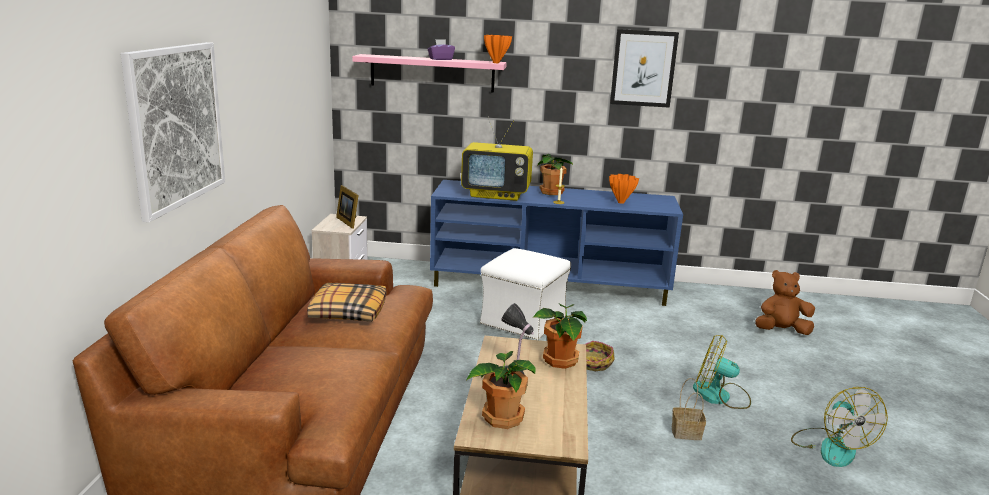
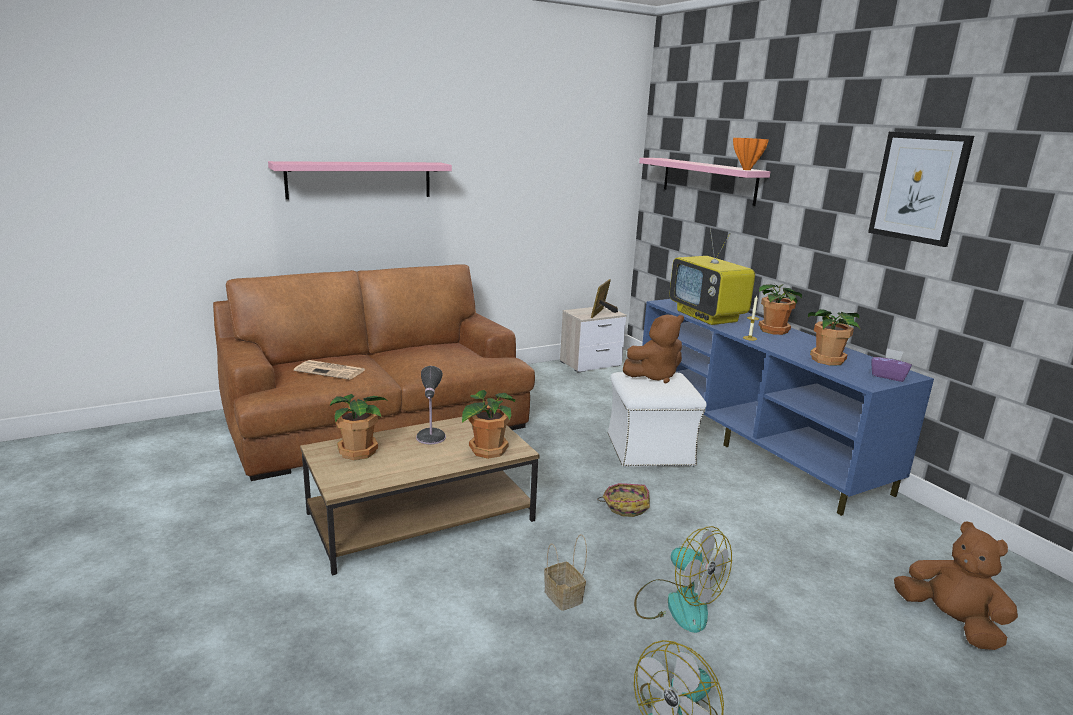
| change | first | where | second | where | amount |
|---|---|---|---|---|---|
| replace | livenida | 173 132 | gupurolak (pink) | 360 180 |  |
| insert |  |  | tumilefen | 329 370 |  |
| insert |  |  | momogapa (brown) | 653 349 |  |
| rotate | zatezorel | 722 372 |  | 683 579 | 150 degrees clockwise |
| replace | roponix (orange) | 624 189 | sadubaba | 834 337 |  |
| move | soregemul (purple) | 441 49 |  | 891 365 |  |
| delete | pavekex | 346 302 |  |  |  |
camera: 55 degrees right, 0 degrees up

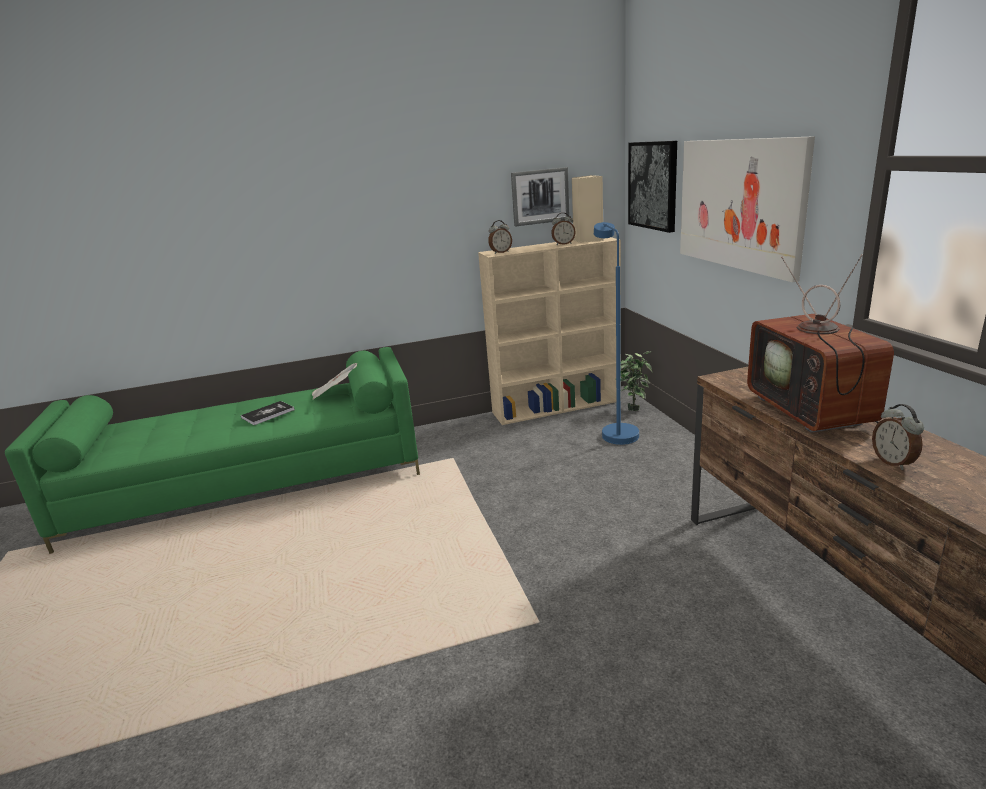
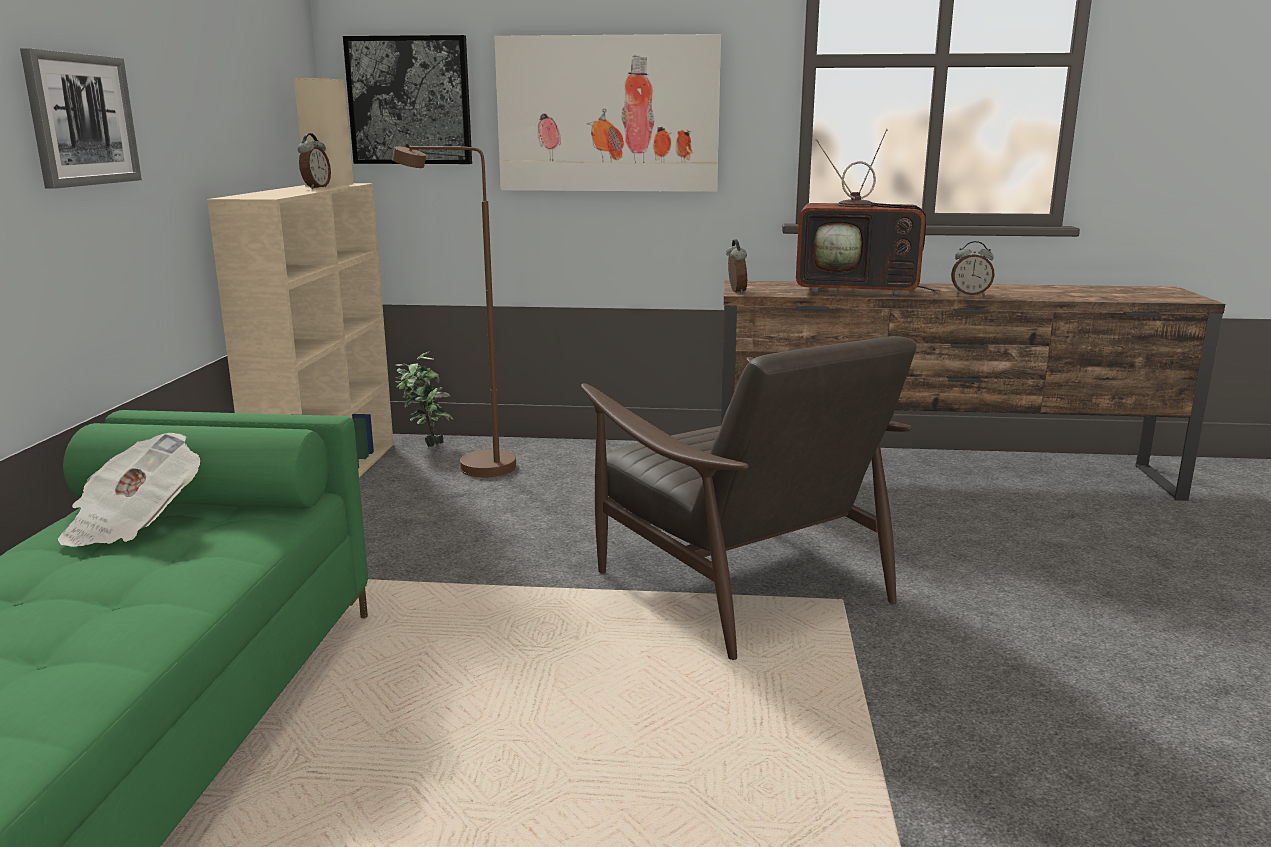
| change | first | where | second | where | amount |
|---|---|---|---|---|---|
| move | livenida | 540 196 |  | 81 118 |  |
| recolor | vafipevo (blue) | 616 333 | vafipevo (brown) | 454 311 |  |
| insert |  |  | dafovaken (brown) | 749 498 |  |
| move | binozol | 500 237 |  | 736 266 |  |
| delete | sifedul | 268 413 |  |  |  |
camera: 70 degrees left, 5 degrees down

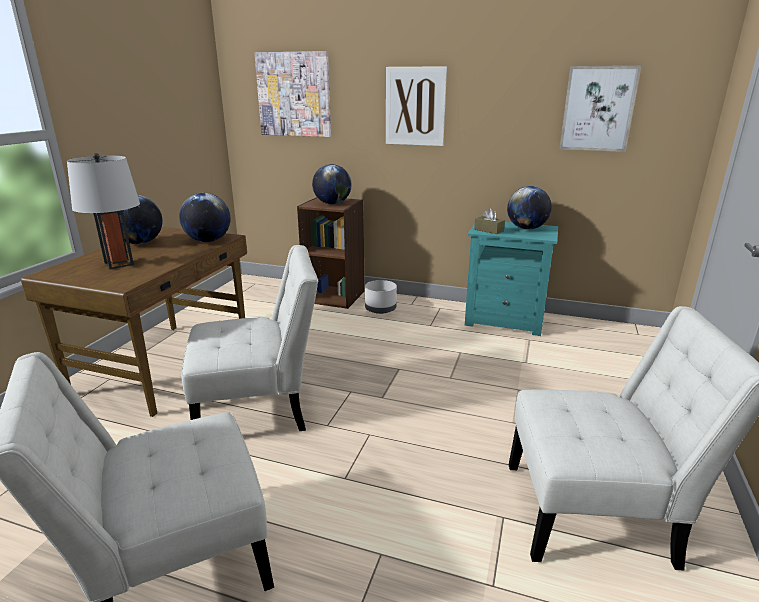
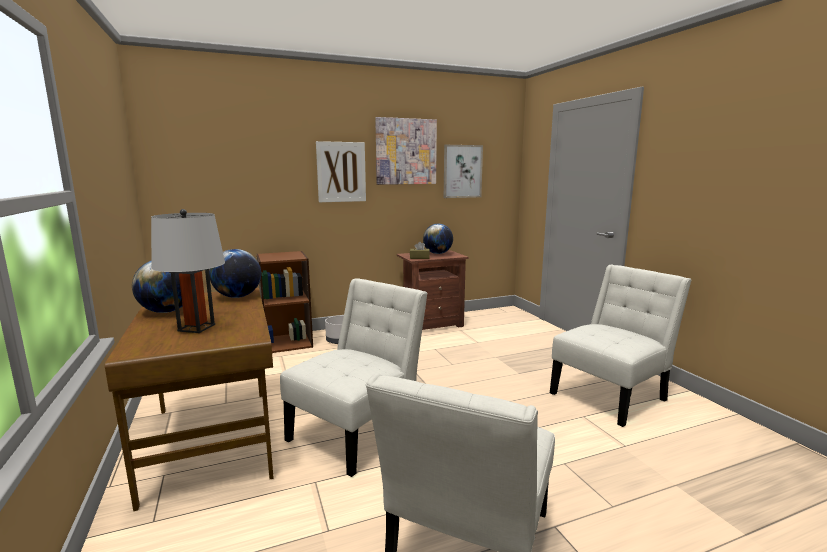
| change | first | where | second | where | amount |
|---|---|---|---|---|---|
| move | livenida | 292 94 |  | 406 151 |  |
| recolor | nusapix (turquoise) | 511 279 | nusapix (brown) | 433 290 |  |
| delete | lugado | 332 184 |  |  |  |
camera: 40 degrees left, 10 degrees down

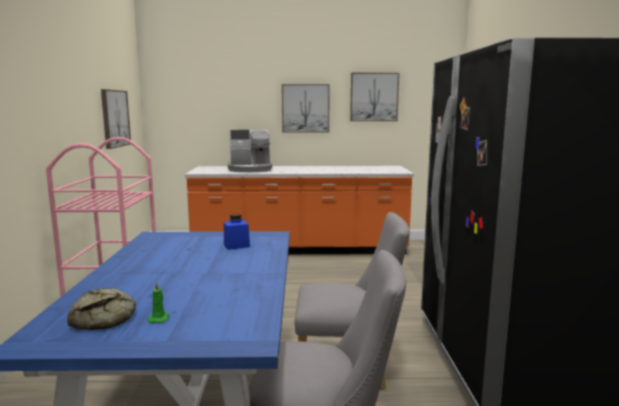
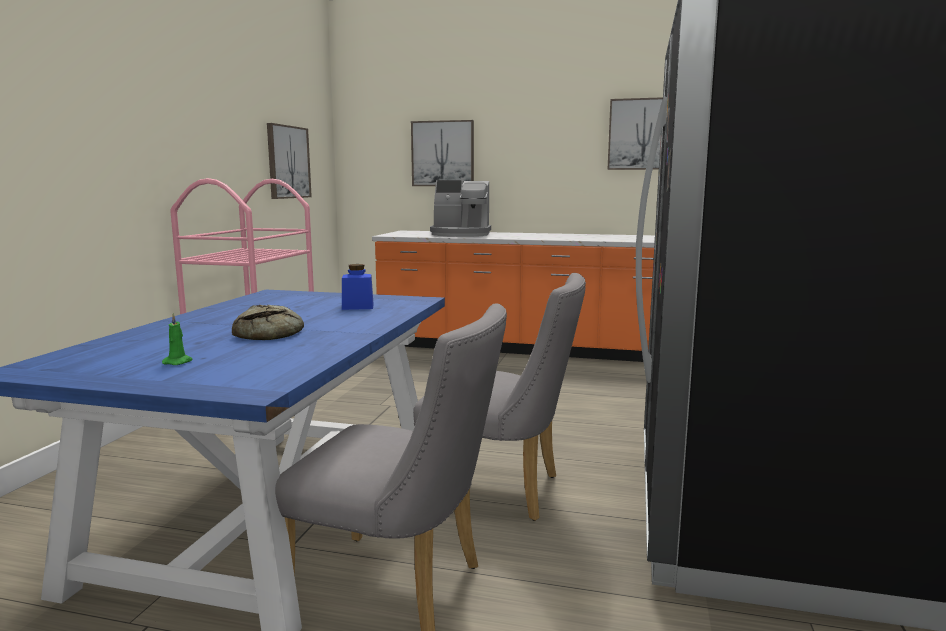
| change | first | where | second | where | amount |
|---|---|---|---|---|---|
| move | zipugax | 101 309 |  | 268 322 |  |
| move | livenida | 306 108 |  | 442 153 |  |
camera: 15 degrees right, 0 degrees up

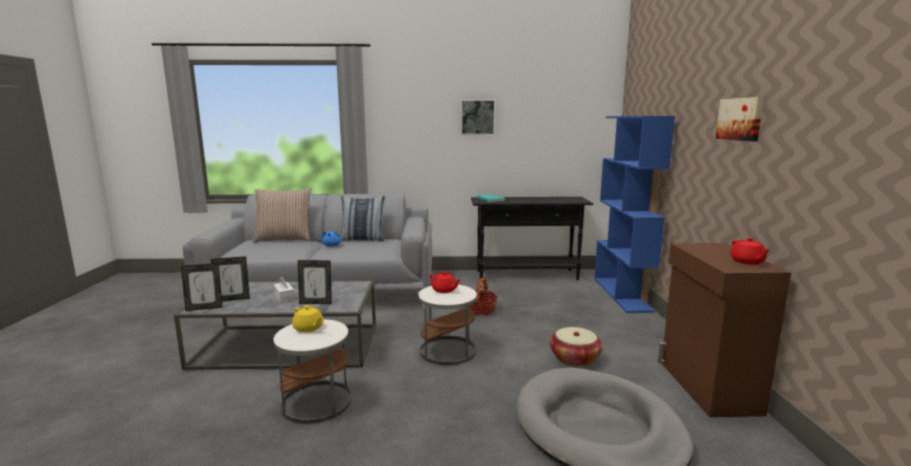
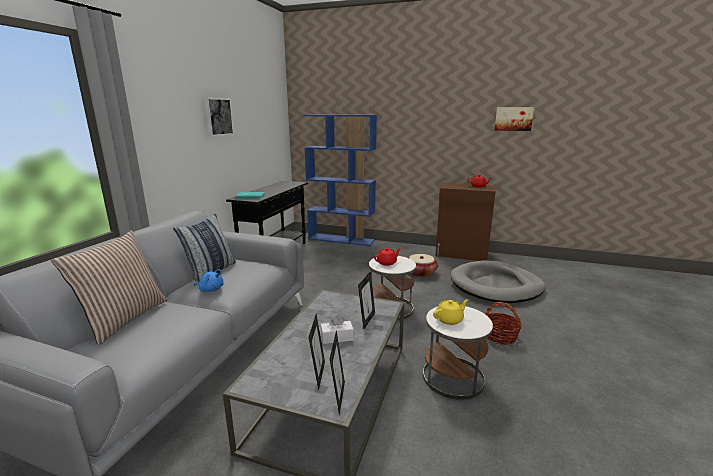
| change | first | where | second | where | amount |
|---|---|---|---|---|---|
| move | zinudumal | 483 296 |  | 503 323 |  |
| move | livenida | 739 119 |  | 514 119 |  |
camera: 70 degrees left, 5 degrees up

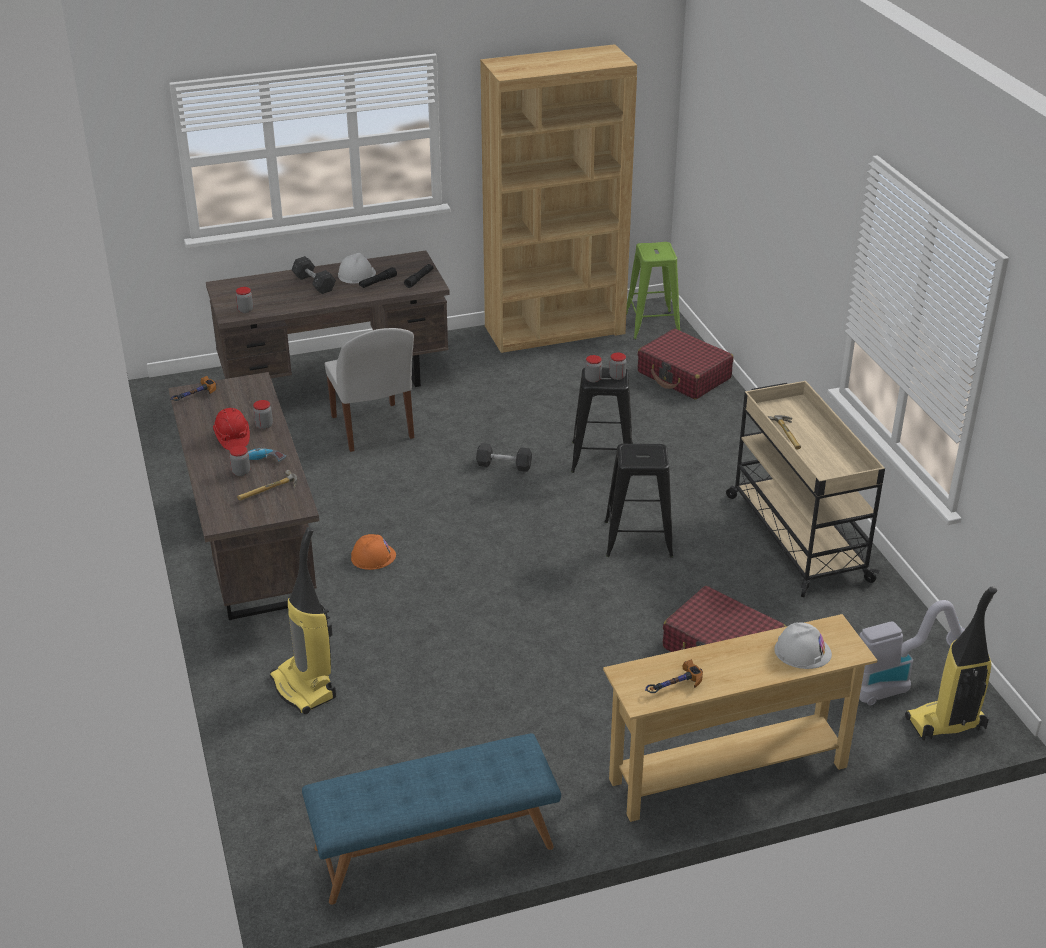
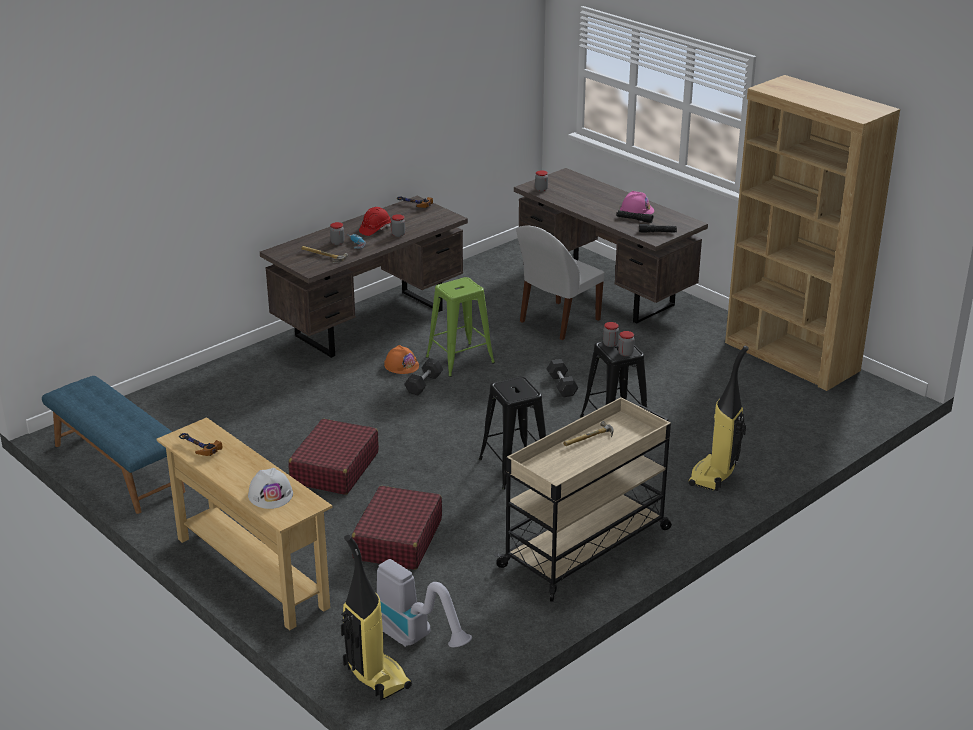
| change | first | where | second | where | amount |
|---|---|---|---|---|---|
| move | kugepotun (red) | 685 364 |  | 333 457 |  |
| move | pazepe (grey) | 313 275 |  | 423 376 |  |
| move | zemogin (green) | 653 291 |  | 460 327 |  |
| recolor | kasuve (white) | 357 268 | kasuve (pink) | 637 202 |  |
| move | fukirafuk | 303 620 |  | 718 418 |  |
camera: 65 degrees right, 5 degrees down

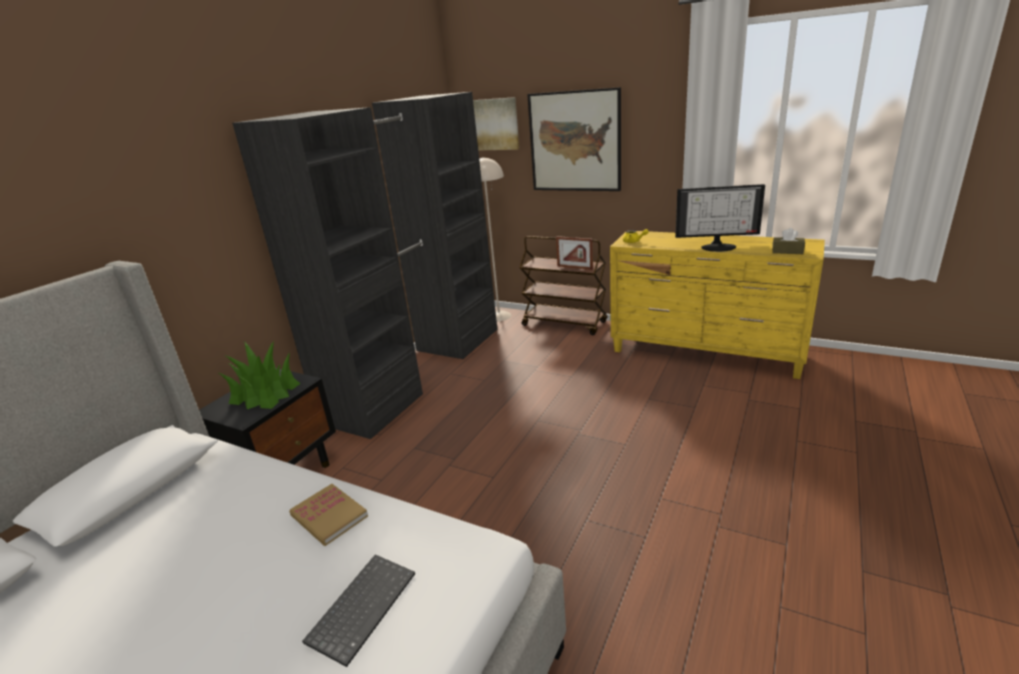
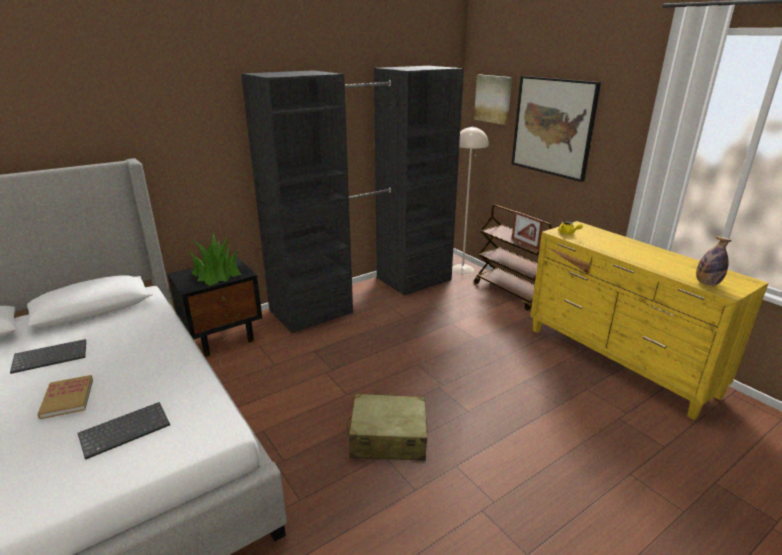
| change | first | where | second | where | amount |
|---|---|---|---|---|---|
| insert |  |  | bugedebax | 48 356 |  |
| move | sifedul | 328 515 |  | 65 397 |  |
| insert |  |  | kugepotun (beige) | 387 427 |  |
| replace | soregemul (brown) | 788 241 | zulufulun | 714 261 |  |
| delete | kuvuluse | 720 218 |  |  |  |
camera: 25 degrees right, 0 degrees up

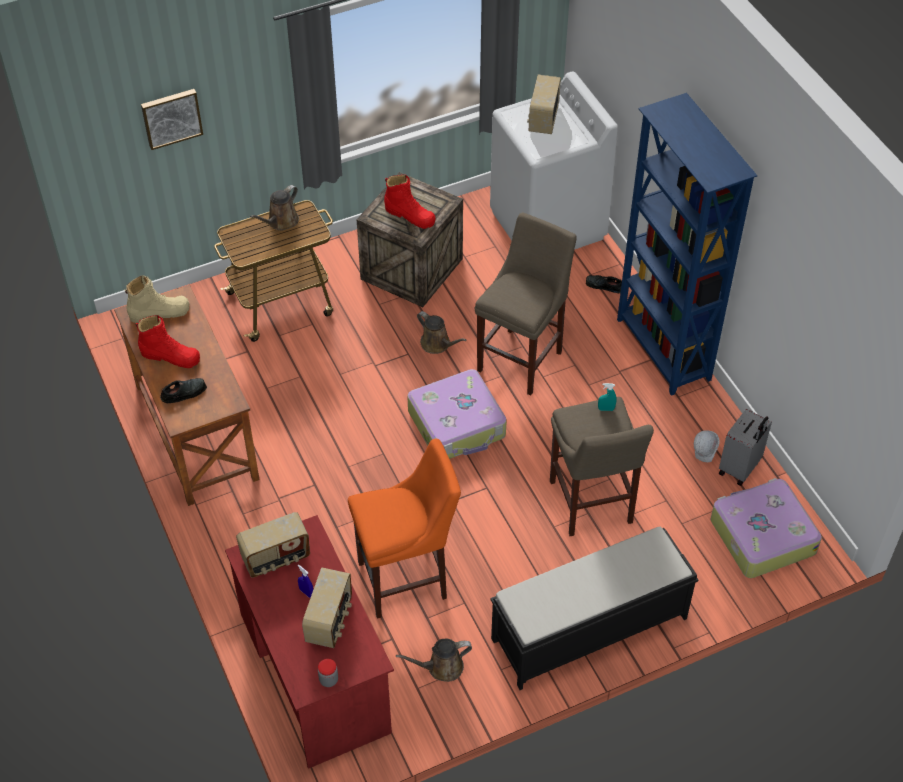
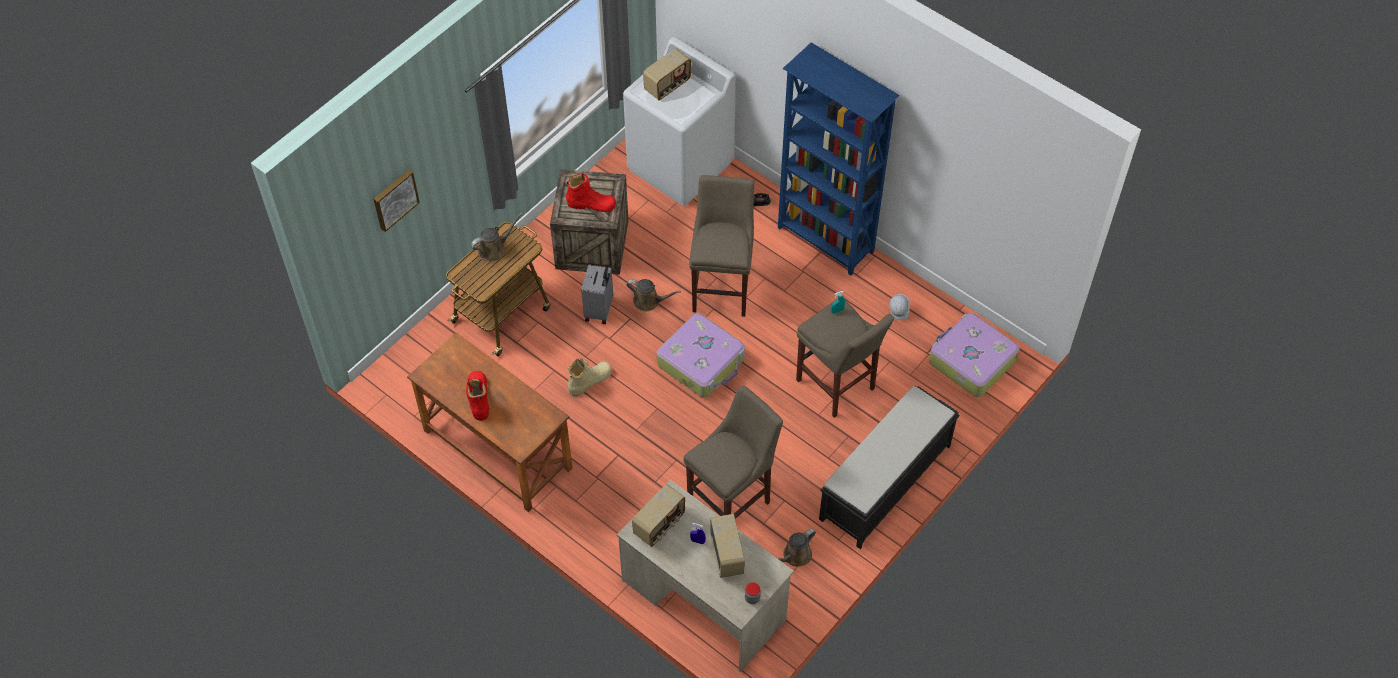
| change | first | where | second | where | amount |
|---|---|---|---|---|---|
| rotate | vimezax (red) | 168 341 |  | 477 396 | 90 degrees counterclockwise |
| rotate | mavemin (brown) | 274 207 |  | 497 236 | 135 degrees counterclockwise |
| move | vimezax (beige) | 157 299 |  | 590 377 |  |
| move | kugepotun (grey) | 745 447 |  | 597 294 |  |
| recolor | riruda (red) | 309 642 | riruda (beige) | 705 575 |  |
| rotate | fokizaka | 544 104 |  | 667 74 | 120 degrees counterclockwise |
| recolor | zemogin (orange) | 404 529 | zemogin (beige) | 733 452 |  |
| delete | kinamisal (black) | 183 390 |  |  |  |
camera: 25 degrees left, 5 degrees up

